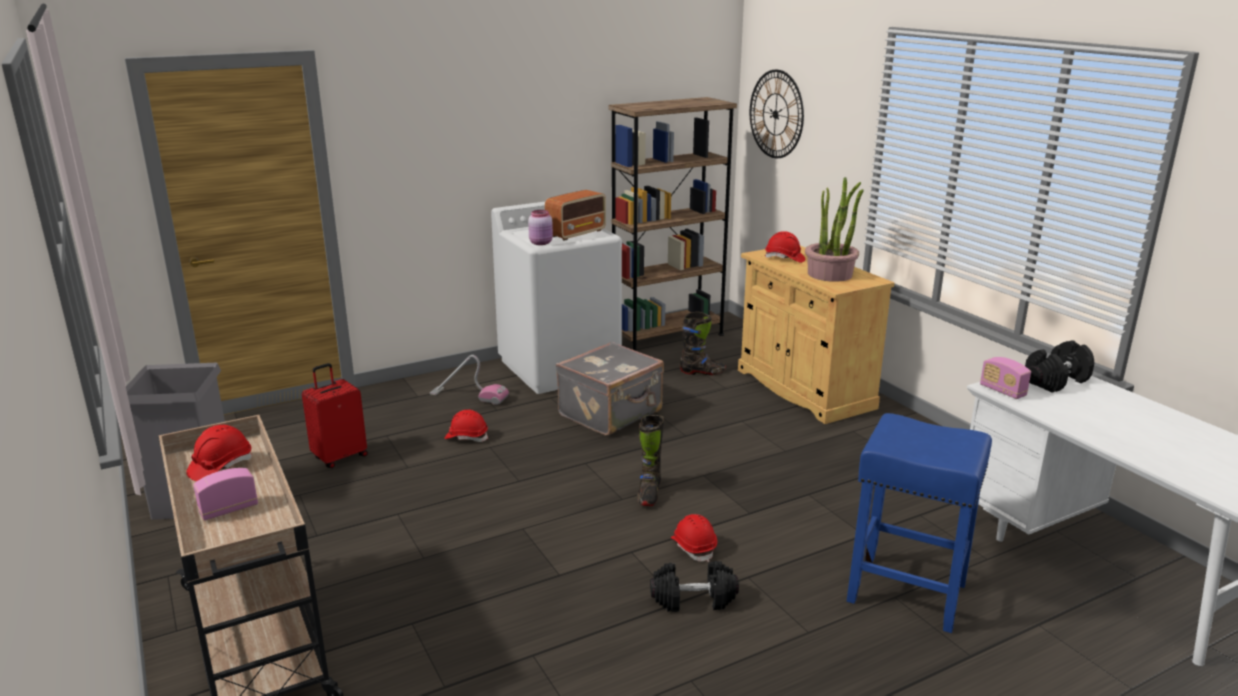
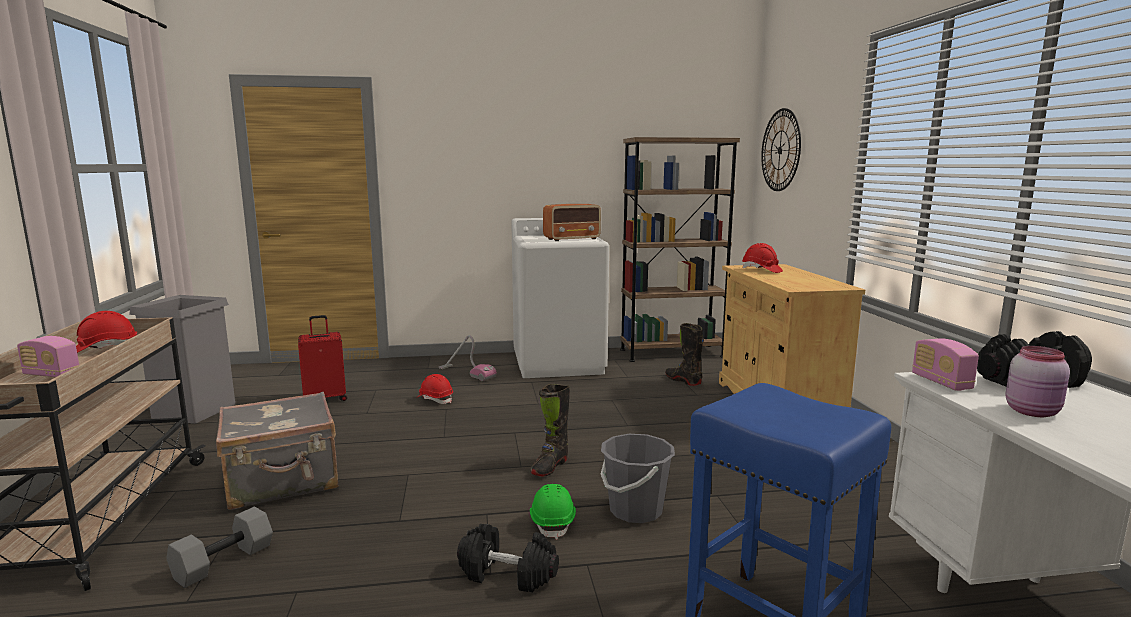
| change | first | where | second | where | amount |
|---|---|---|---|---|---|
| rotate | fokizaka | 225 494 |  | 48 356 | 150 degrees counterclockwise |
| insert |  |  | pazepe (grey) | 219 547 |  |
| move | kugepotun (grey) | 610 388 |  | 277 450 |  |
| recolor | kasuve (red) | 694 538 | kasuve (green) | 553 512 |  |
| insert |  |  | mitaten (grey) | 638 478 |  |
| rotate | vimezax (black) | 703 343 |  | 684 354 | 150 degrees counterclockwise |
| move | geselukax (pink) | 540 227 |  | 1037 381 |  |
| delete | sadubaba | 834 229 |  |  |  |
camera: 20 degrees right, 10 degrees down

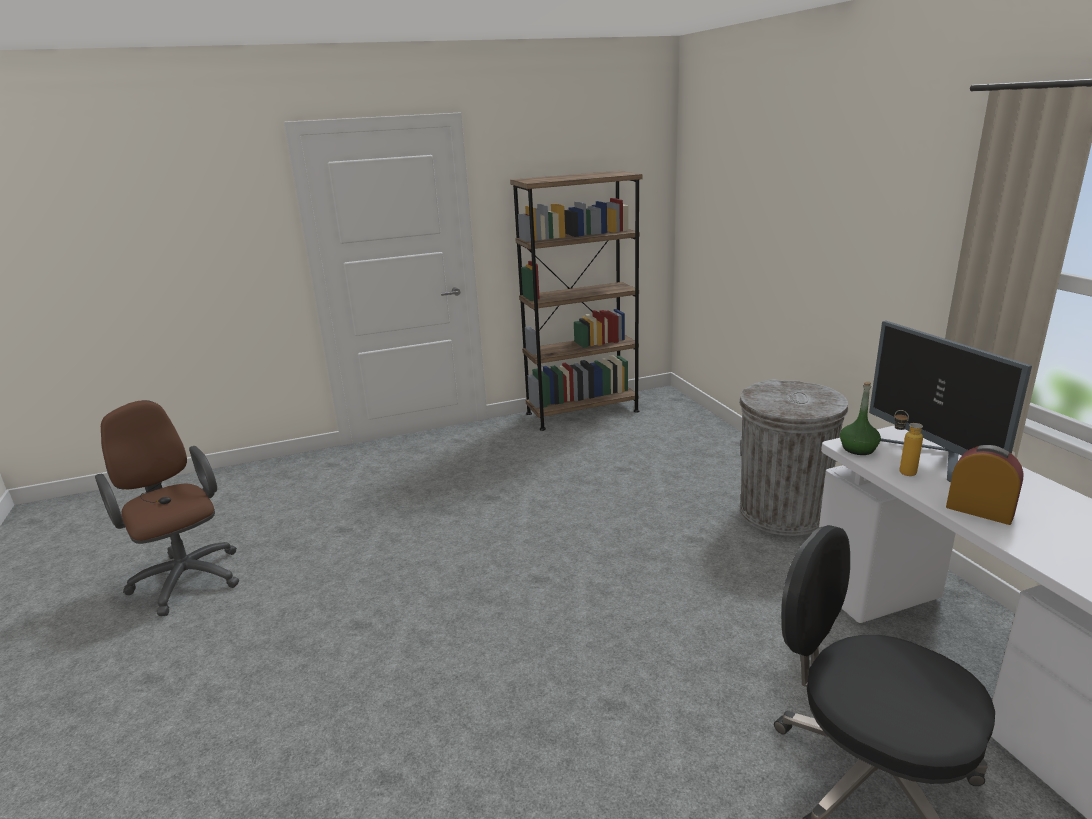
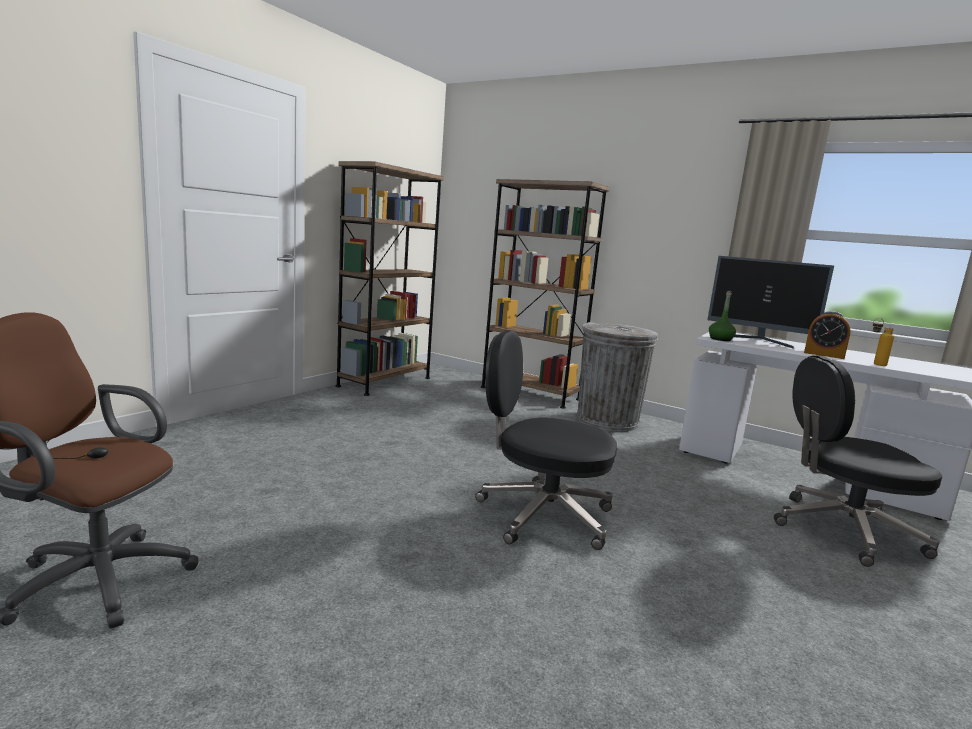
| change | first | where | second | where | amount |
|---|---|---|---|---|---|
| insert |  |  | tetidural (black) | 546 440 |  |
| insert |  |  | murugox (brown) | 545 294 |  |
| rotate | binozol | 985 485 |  | 827 335 | 150 degrees counterclockwise |
| move | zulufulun | 908 443 |  | 884 342 |  |
camera: 40 degrees left, 10 degrees down

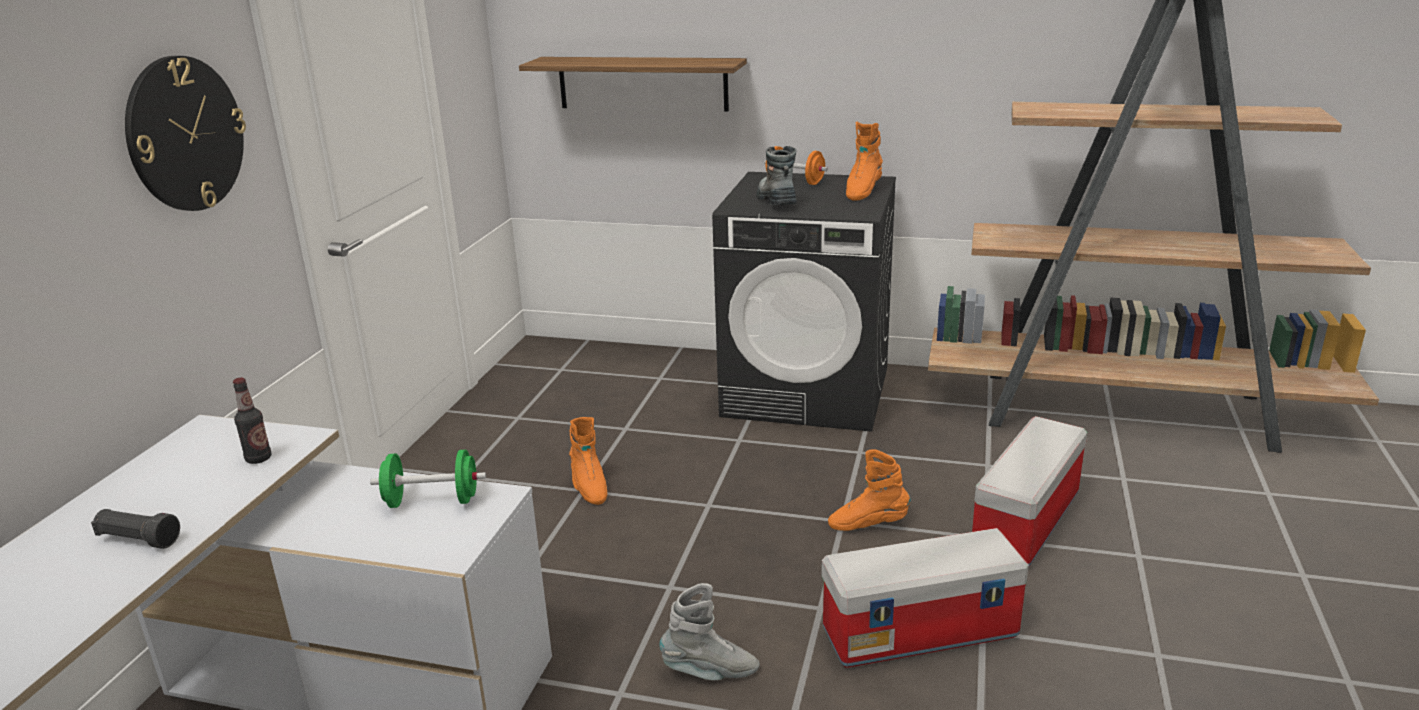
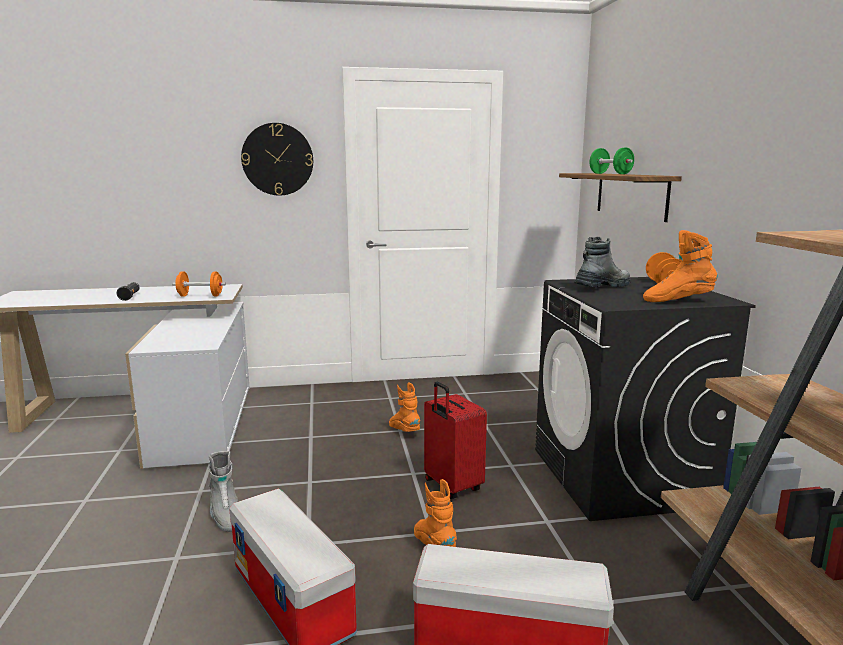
| change | first | where | second | where | amount |
|---|---|---|---|---|---|
| replace | zulufulun | 252 420 | pazepe (orange) | 199 283 |  |
| rotate | vimezax (orange) | 588 461 |  | 404 407 | 105 degrees clockwise |
| insert |  |  | kugepotun (red) | 455 440 |  |
| move | pazepe (green) | 428 479 |  | 611 160 |  |
camera: 65 degrees right, 10 degrees down

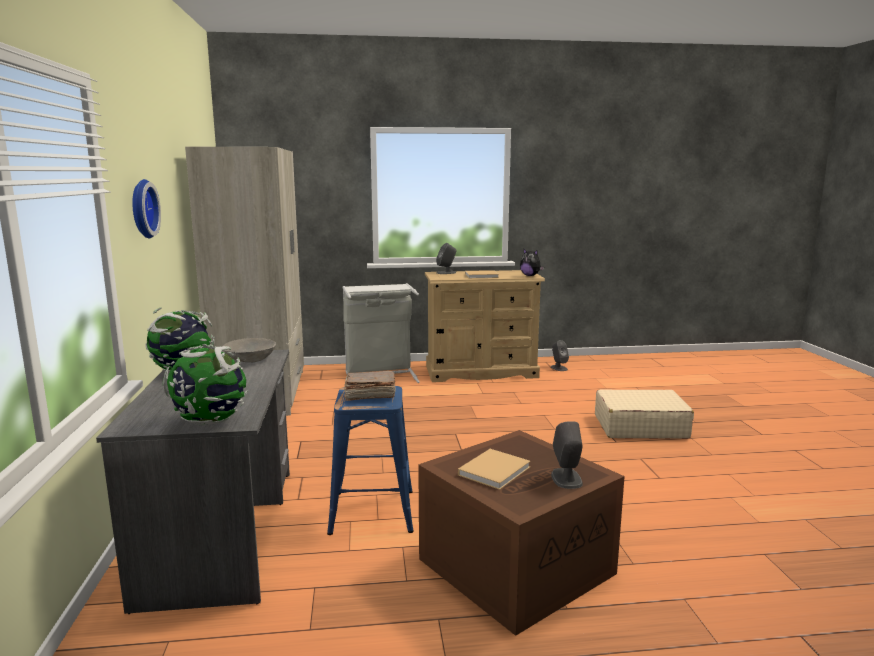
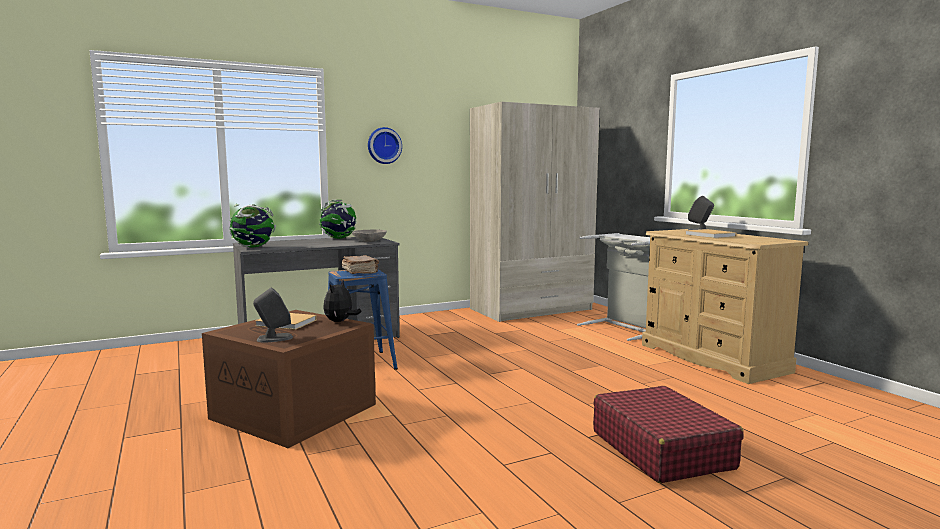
| change | first | where | second | where | amount |
|---|---|---|---|---|---|
| move | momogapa | 532 262 |  | 342 301 |  |
| recolor | kugepotun (beige) | 644 414 | kugepotun (red) | 668 434 |  |
| delete | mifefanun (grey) | 560 355 |  |  |  |
camera: 70 degrees right, 5 degrees down

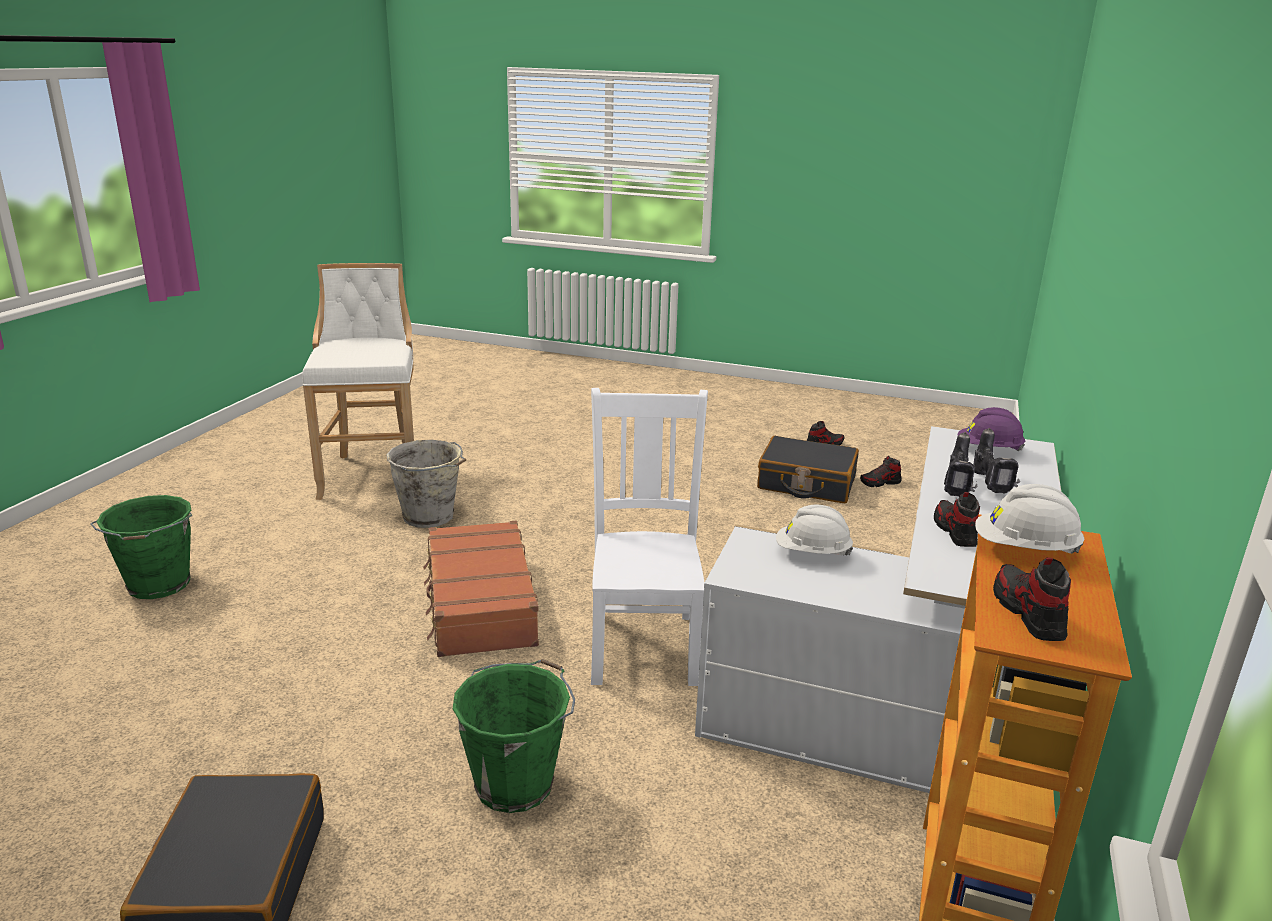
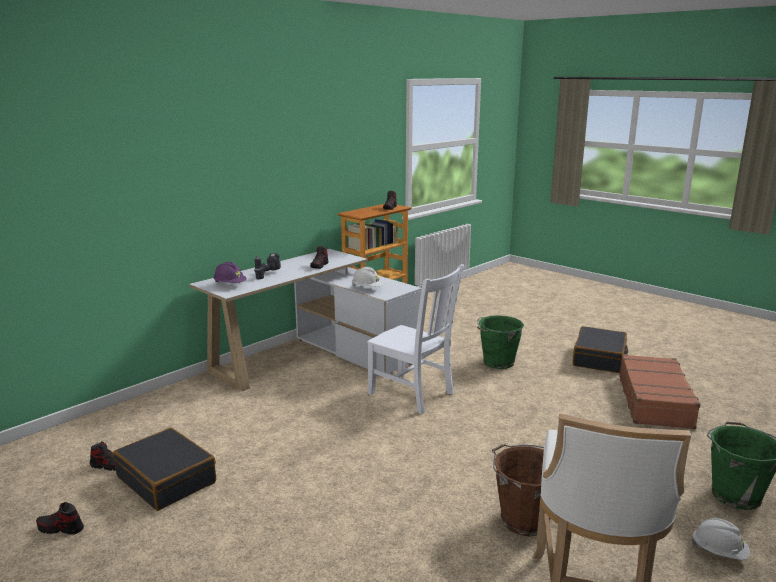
| change | first | where | second | where | amount |
|---|---|---|---|---|---|
| rotate | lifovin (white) | 649 537 |  | 415 339 | 75 degrees counterclockwise |
| recolor | mitaten (grey) | 426 484 | mitaten (brown) | 521 490 |  |
| move | kugepotun (brown) | 481 589 |  | 660 391 |  |
| move | kasuve (white) | 1030 519 |  | 720 539 |  |
| delete | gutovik | 960 464 |  |  |  |
camera: 155 degrees left, 5 degrees down

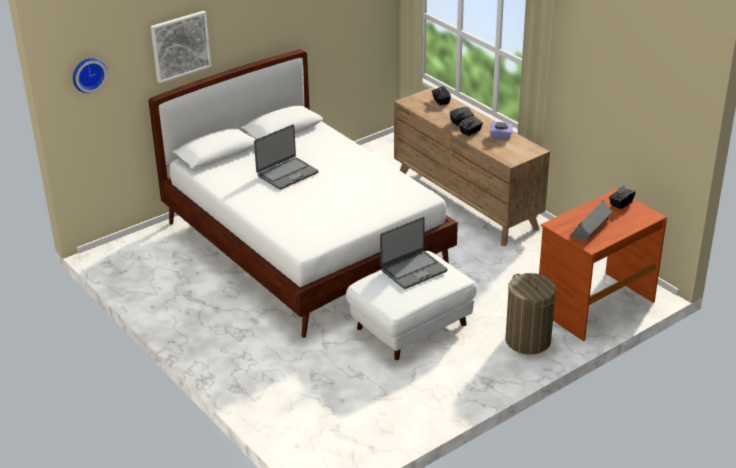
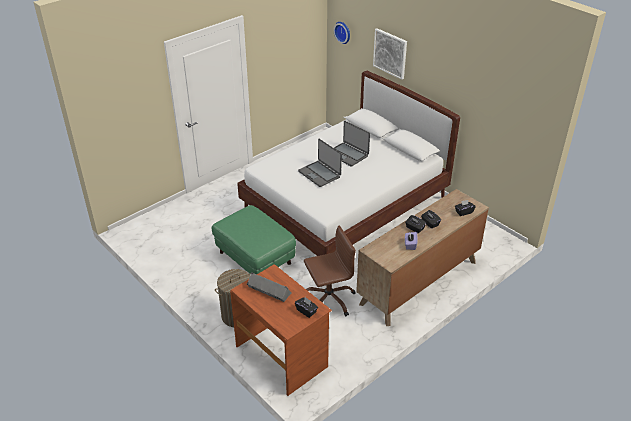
| change | first | where | second | where | amount |
|---|---|---|---|---|---|
| recolor | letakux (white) | 411 305 | letakux (green) | 254 239 |  |
| move | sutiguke | 414 253 |  | 320 163 |  |
| insert |  |  | tetidural (brown) | 330 270 |  |
camera: 85 degrees right, 5 degrees up

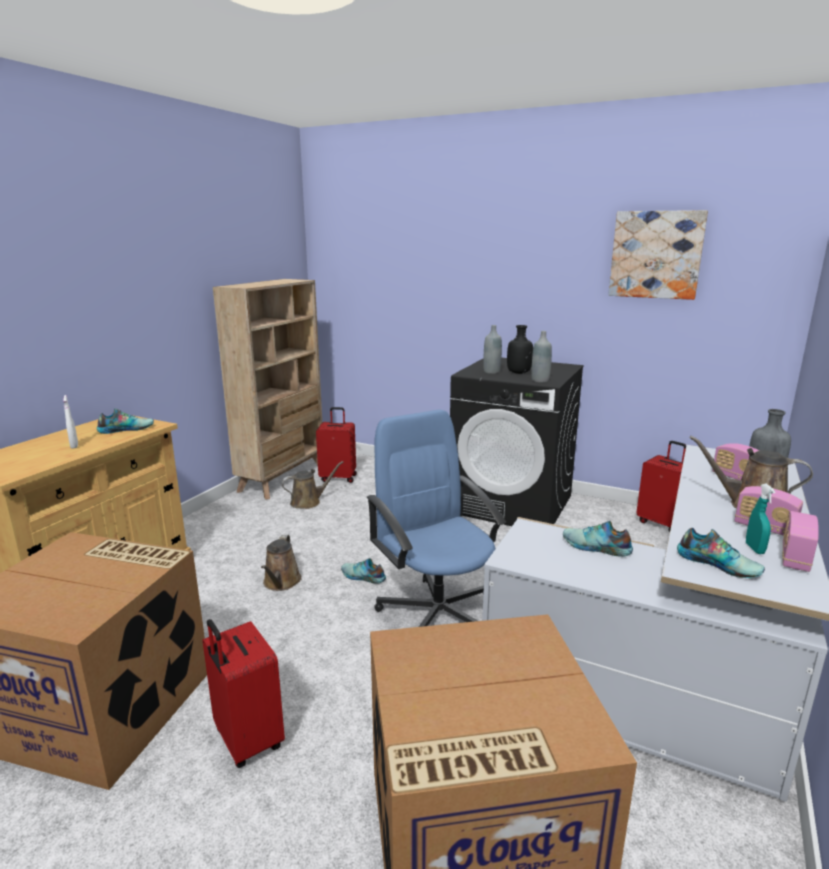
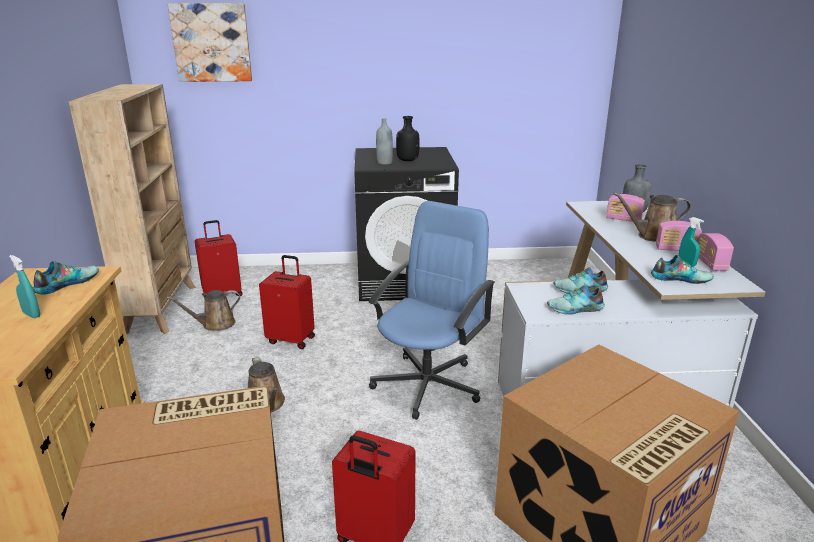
| change | first | where | second | where | amount |
|---|---|---|---|---|---|
| recolor | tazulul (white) | 70 422 | tazulul (turquoise) | 24 286 |  |
| rotate | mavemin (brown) | 312 485 |  | 203 310 | 150 degrees counterclockwise |
| move | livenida | 658 255 |  | 210 42 |  |
| move | kugepotun (red) | 661 486 |  | 287 302 |  |
| rotate | tetidural (blue) | 436 518 |  | 432 310 | 90 degrees clockwise |
| move | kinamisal | 363 571 |  | 576 300 |  |
| delete | zulufulun (grey) | 541 357 |  |  |  |
camera: 30 degrees left, 5 degrees up

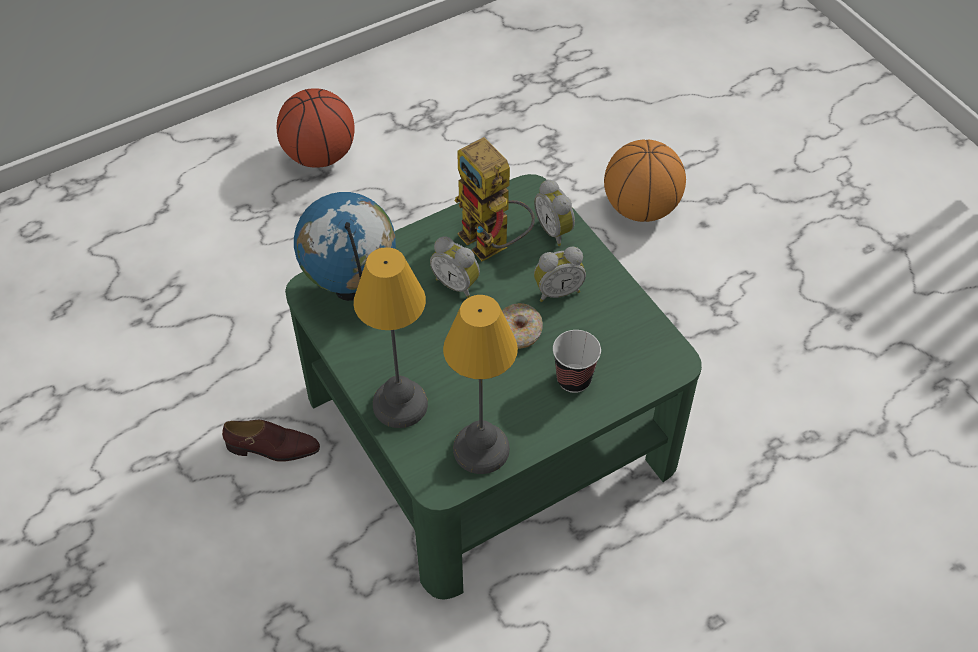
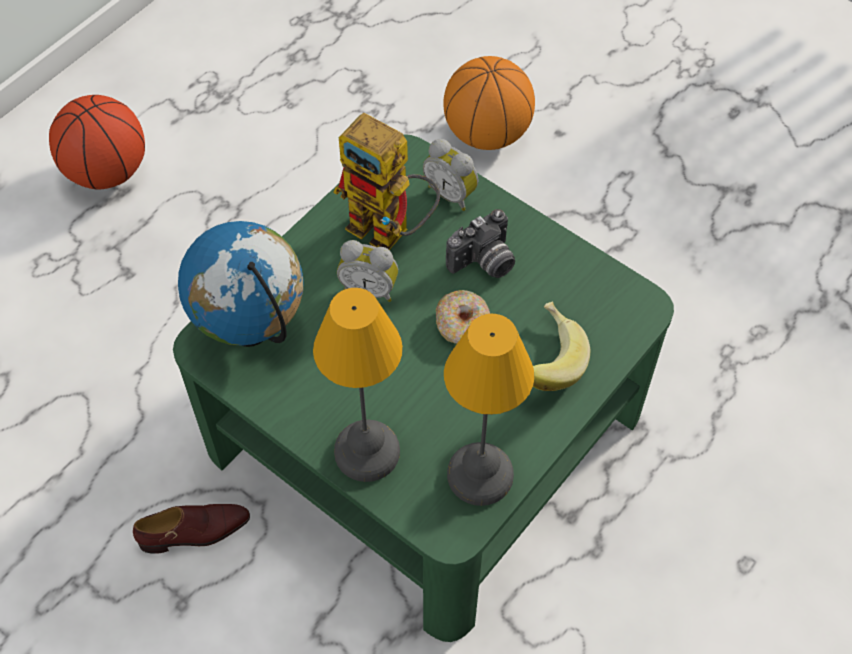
| change | first | where | second | where | amount |
|---|---|---|---|---|---|
| replace | binozol | 560 274 | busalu | 480 243 |  |
| replace | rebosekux | 577 361 | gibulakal | 562 346 |  |
camera: 20 degrees left, 5 degrees up

